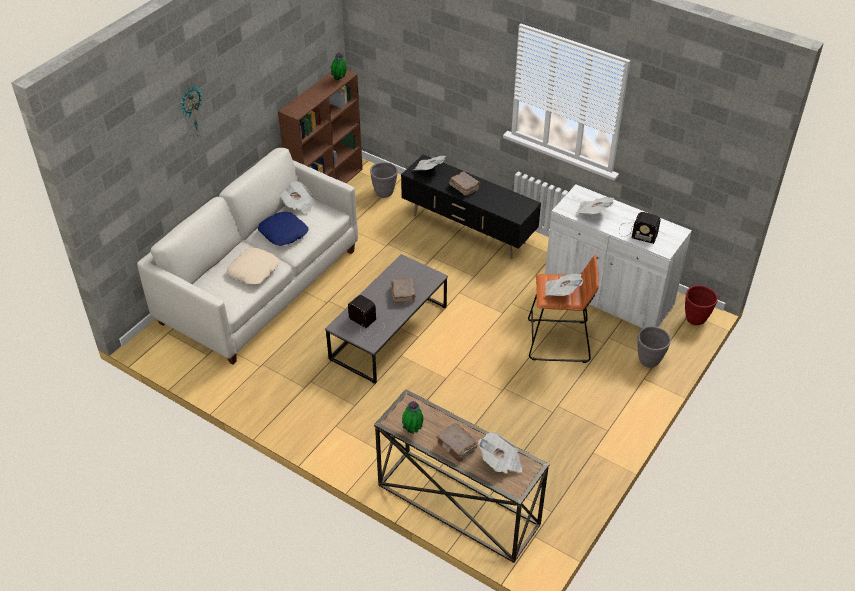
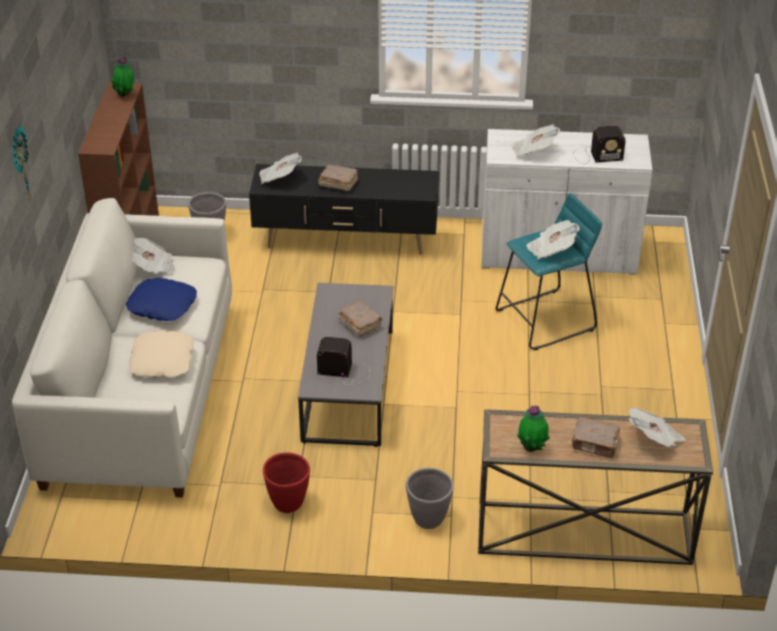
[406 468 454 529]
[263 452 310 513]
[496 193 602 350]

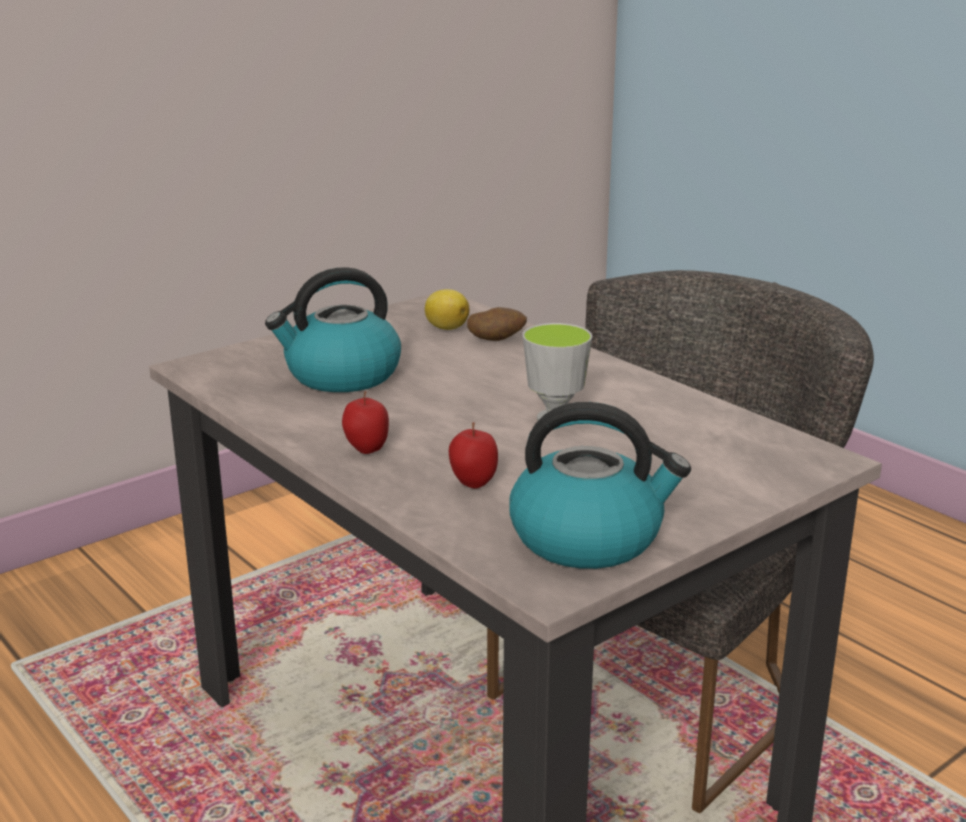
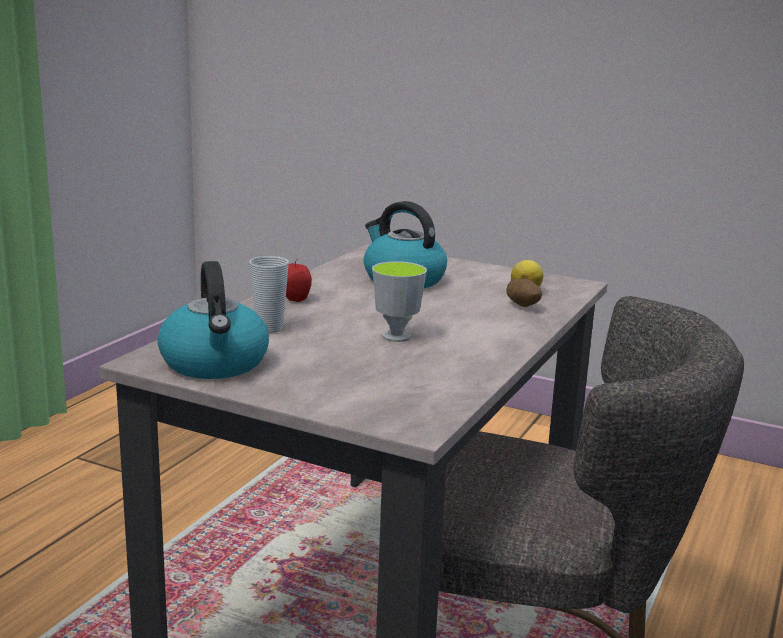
[250 256 289 333]

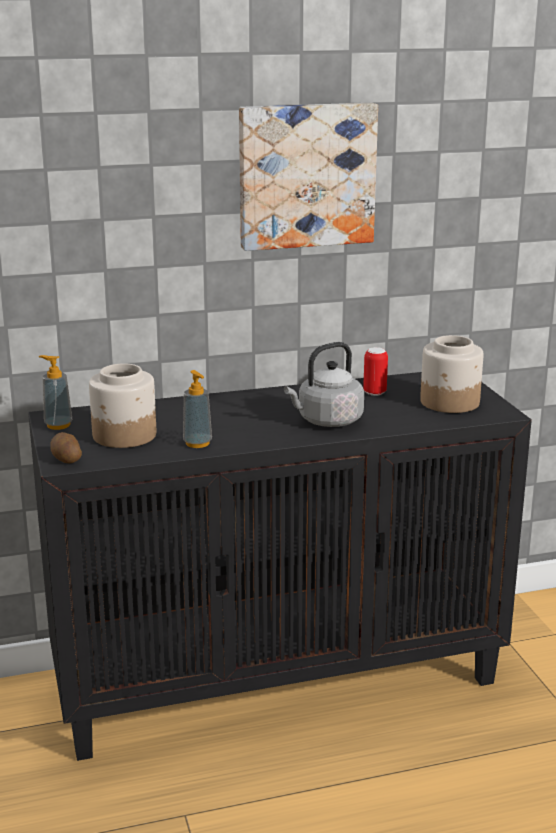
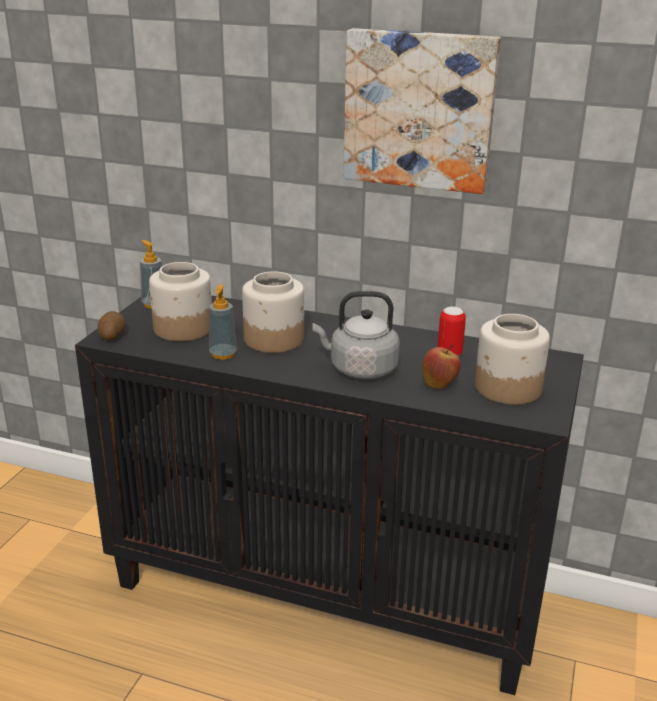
[242 271 304 353]
[422 345 461 389]

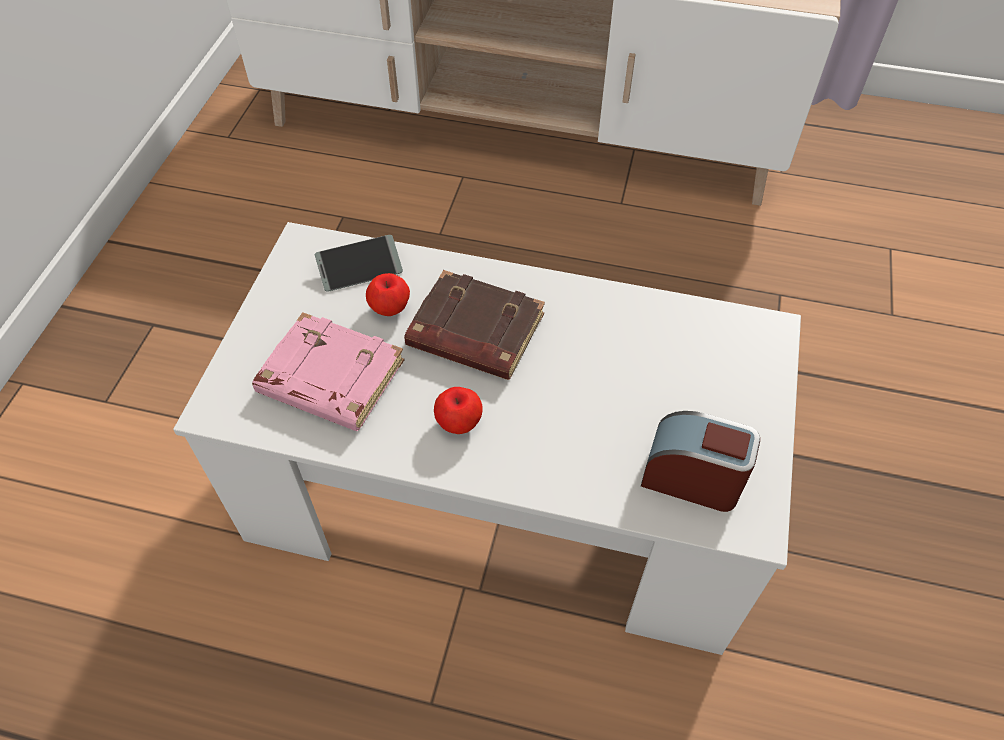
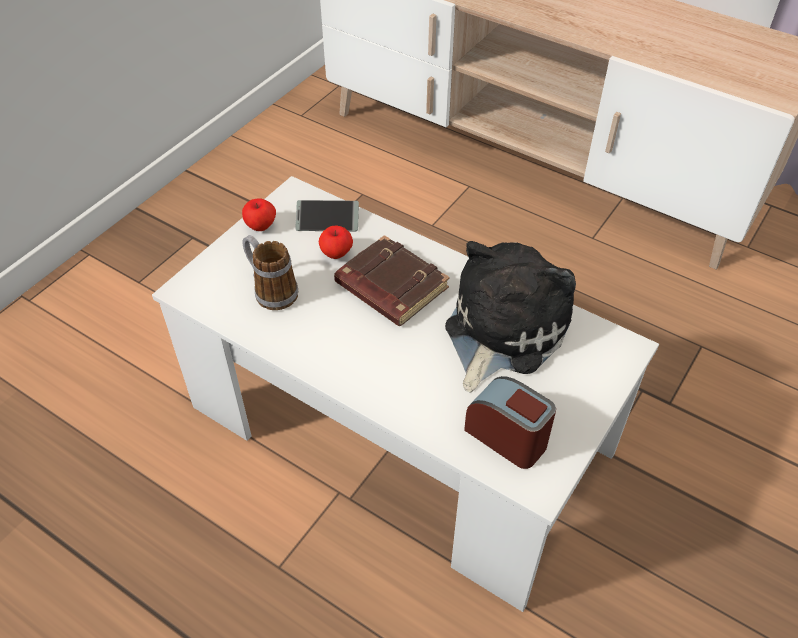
[445 241 576 393]
[242 198 276 231]
[242 235 298 310]

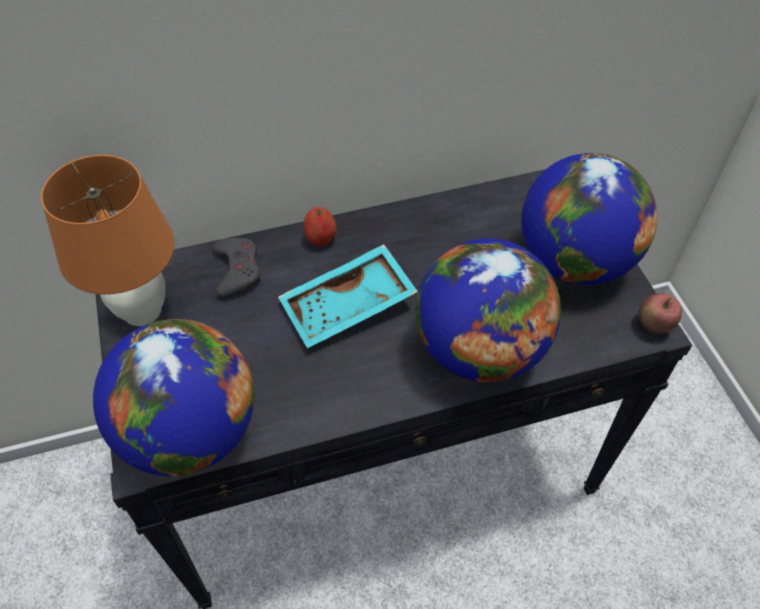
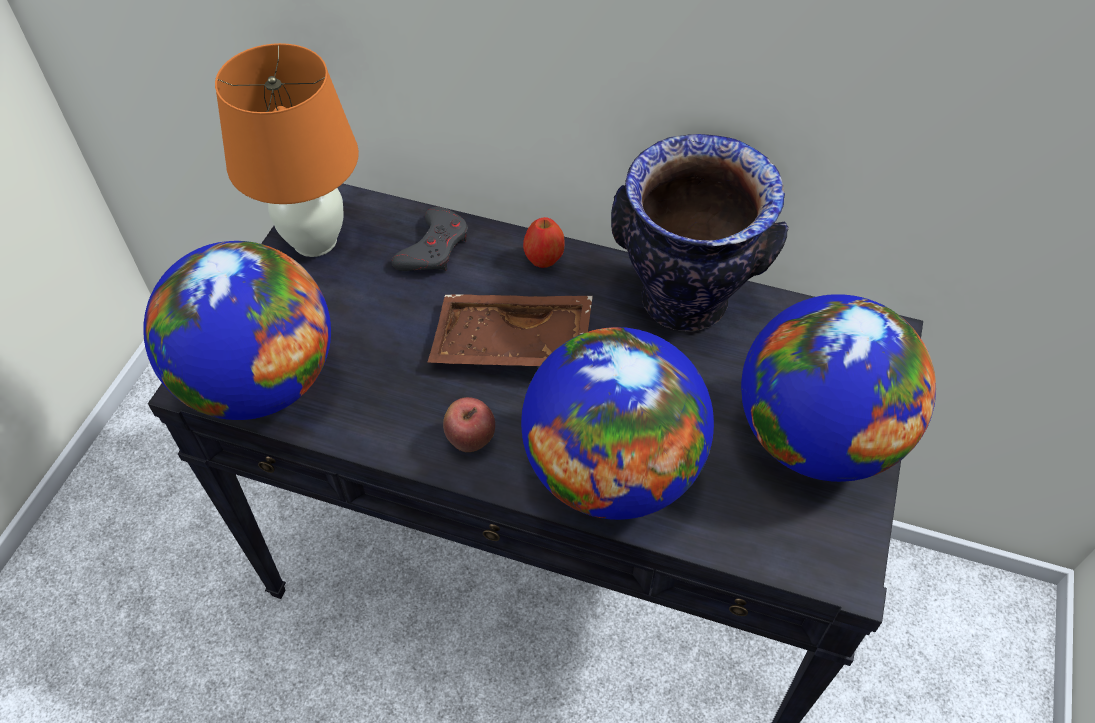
[611 134 789 331]
[443 397 495 452]
[427 294 593 366]

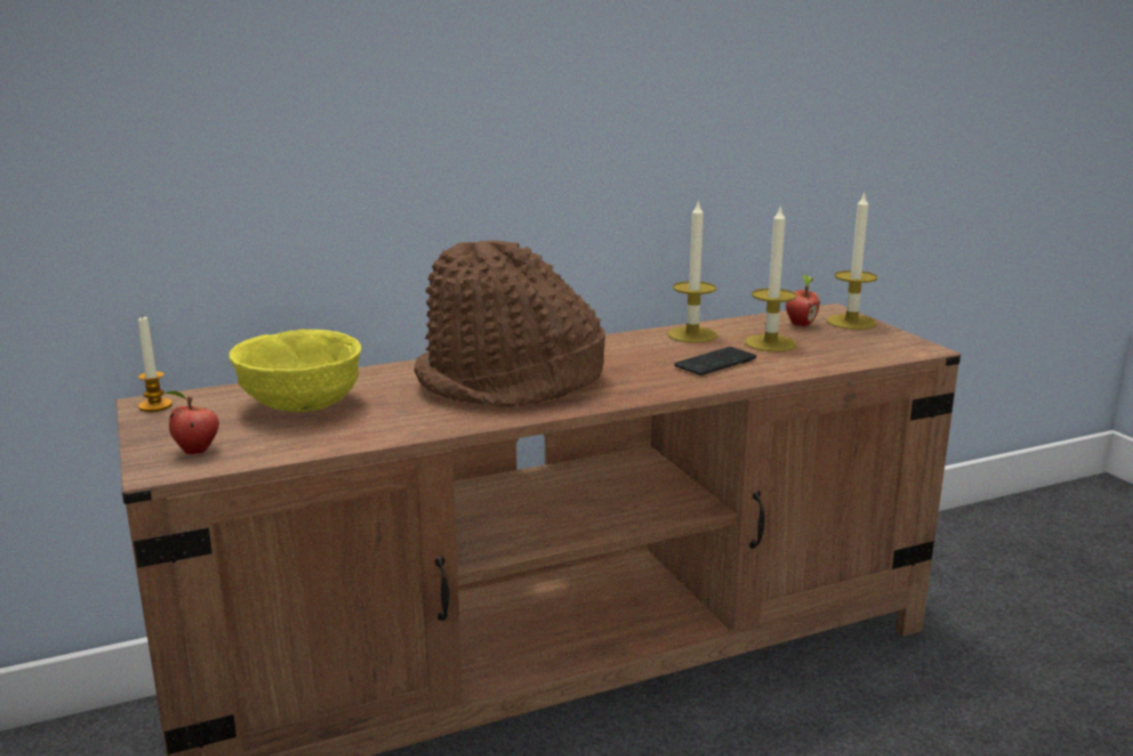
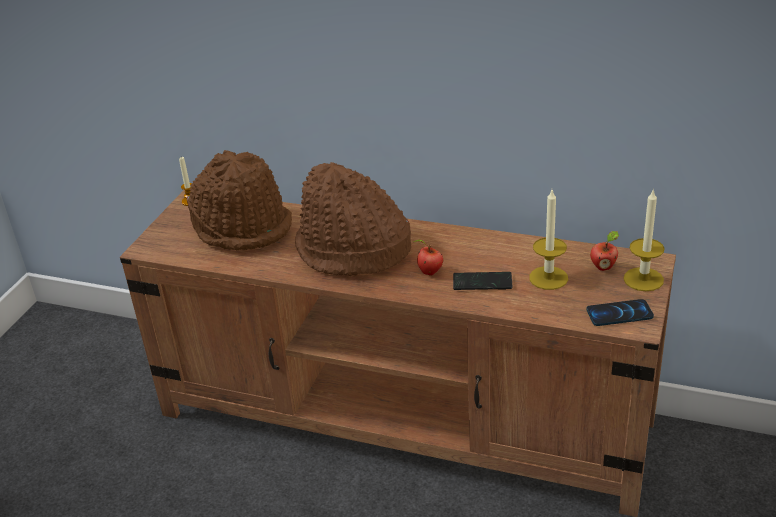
[667 199 718 343] (first image)
[586 299 654 326]
[414 240 443 276]
[187 150 292 250]

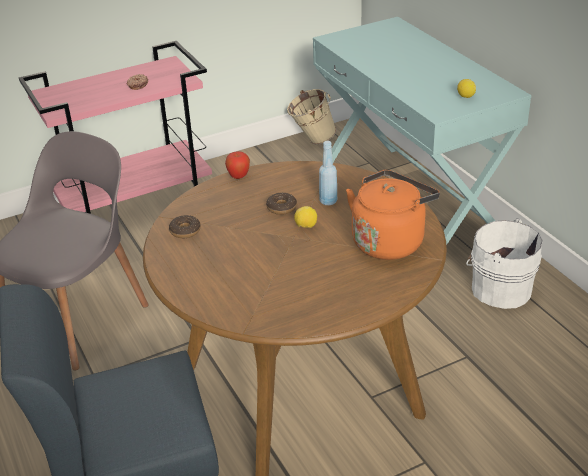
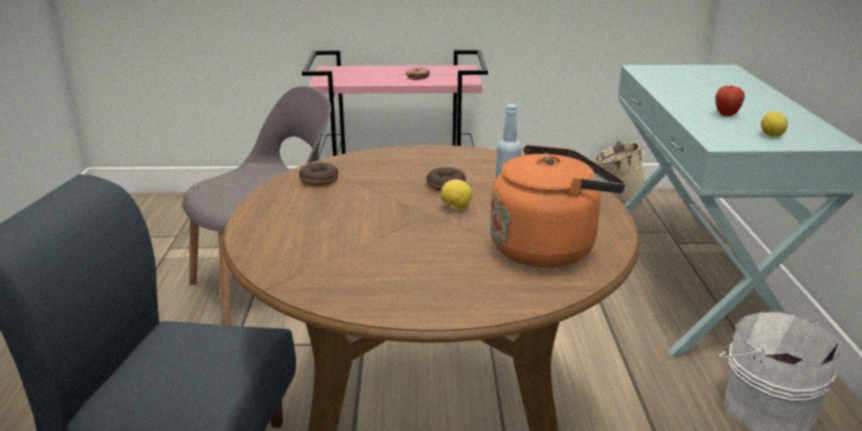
[716 85 745 116]

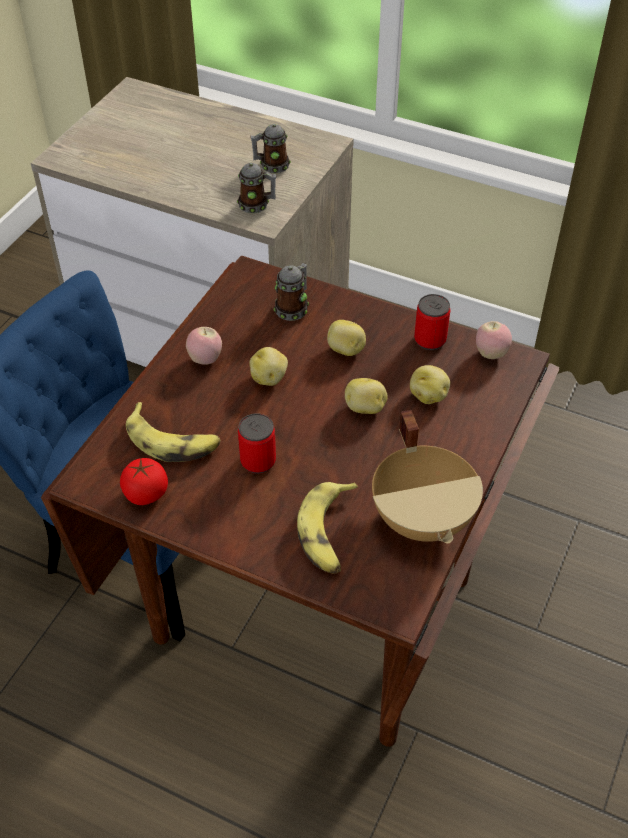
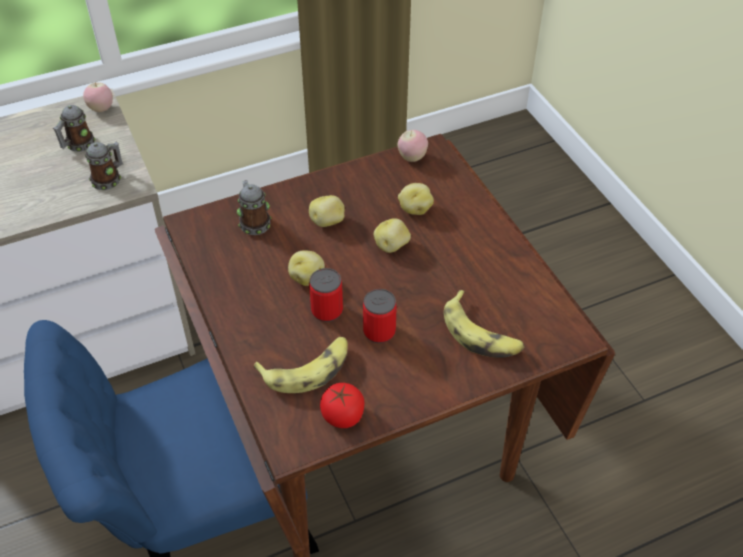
[372 410 483 544] (first image)
[83 82 113 112]
[309 268 343 322]

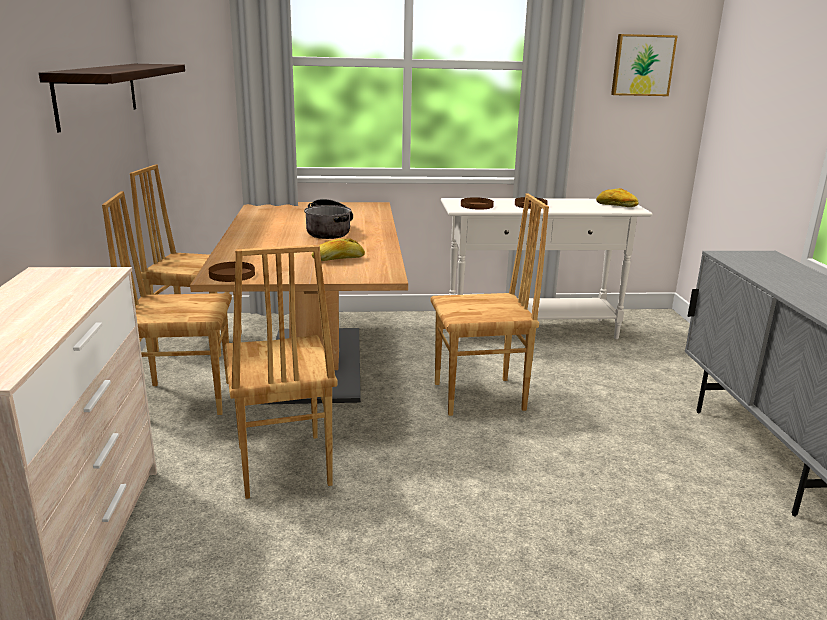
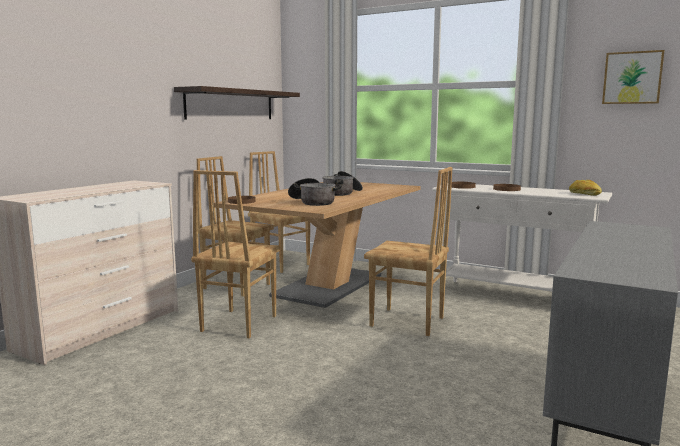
[288 178 342 206]

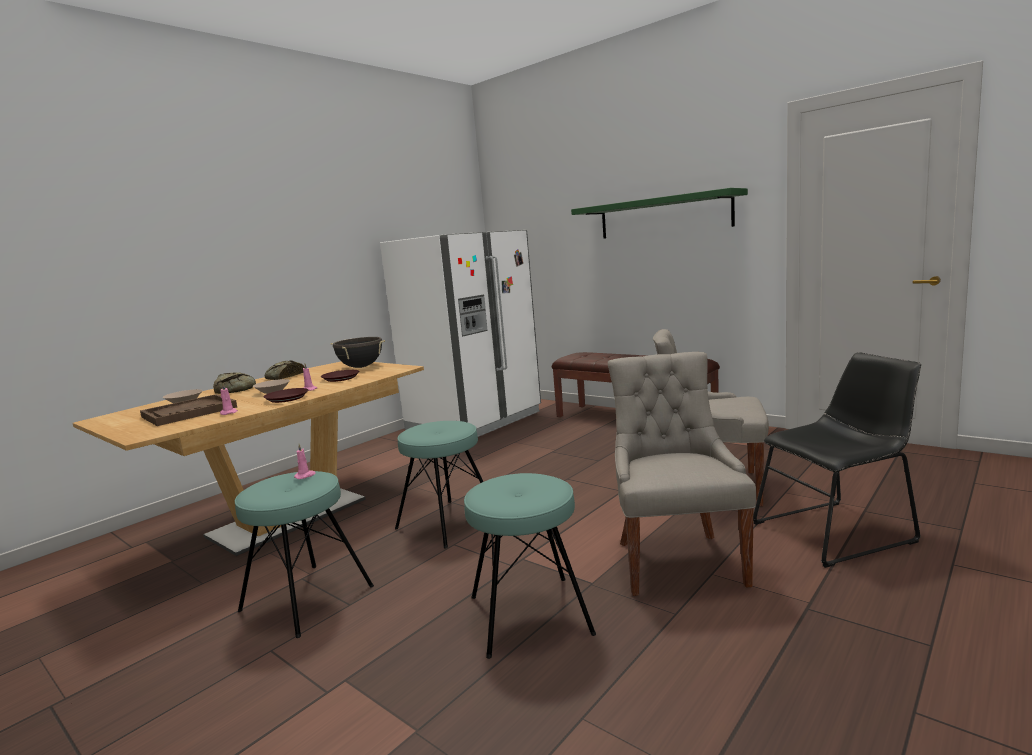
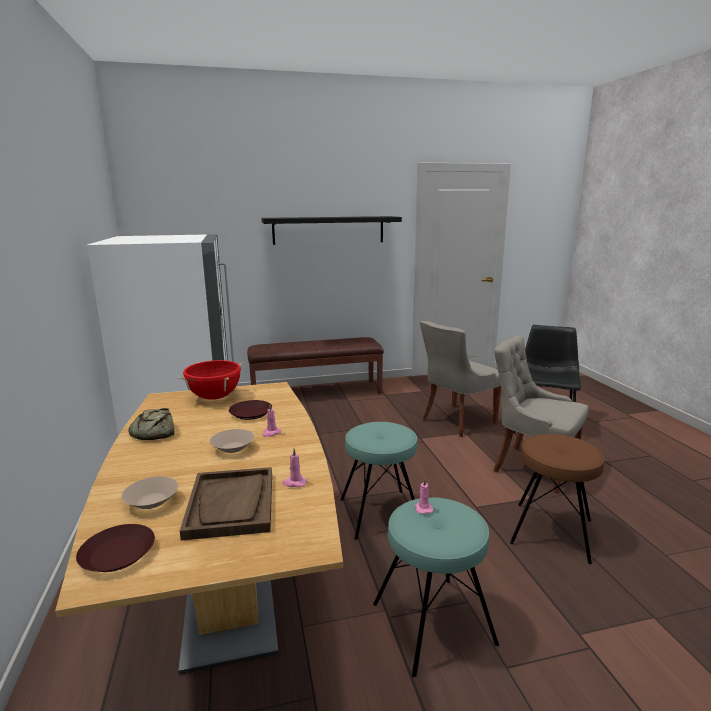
[213 372 256 394] (first image)
[76 524 155 572]
[178 360 244 400]
[510 434 605 564]
[261 216 402 245]

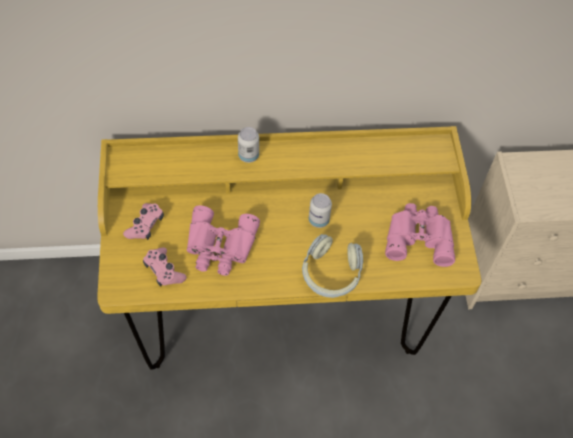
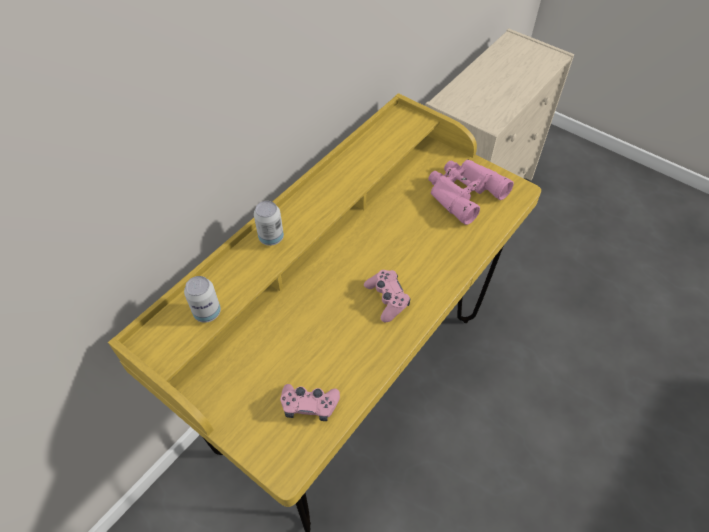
[187 205 260 276] (first image)
[302 234 363 298] (first image)
[364 270 410 322]
[184 276 221 323]

